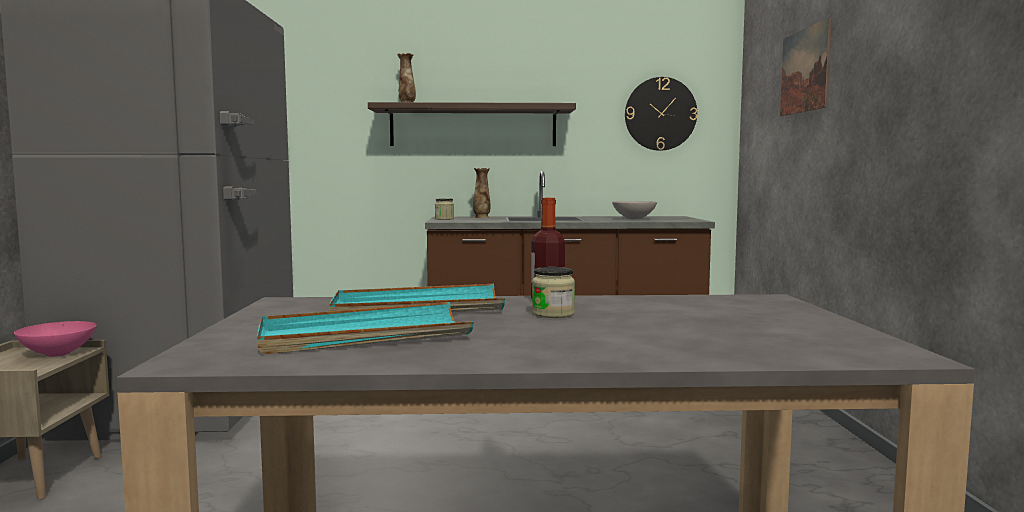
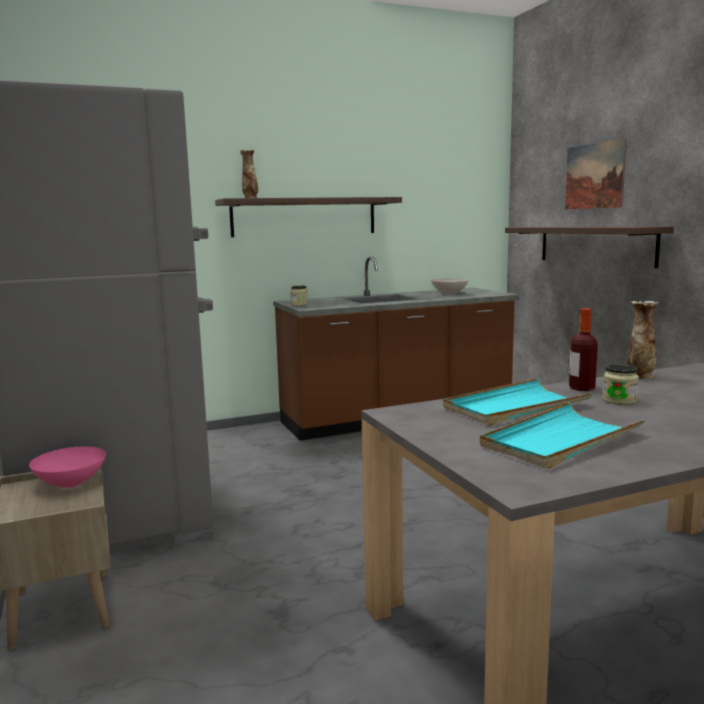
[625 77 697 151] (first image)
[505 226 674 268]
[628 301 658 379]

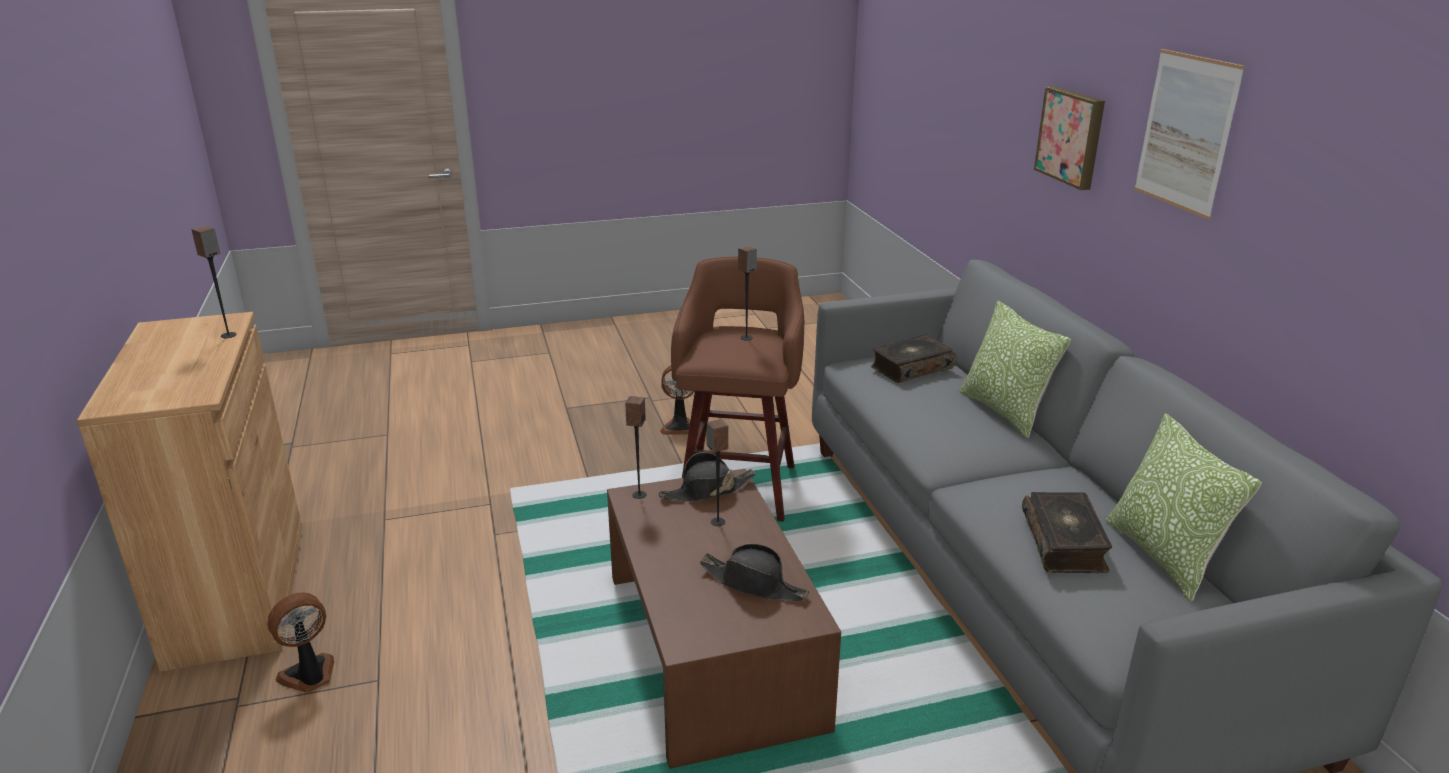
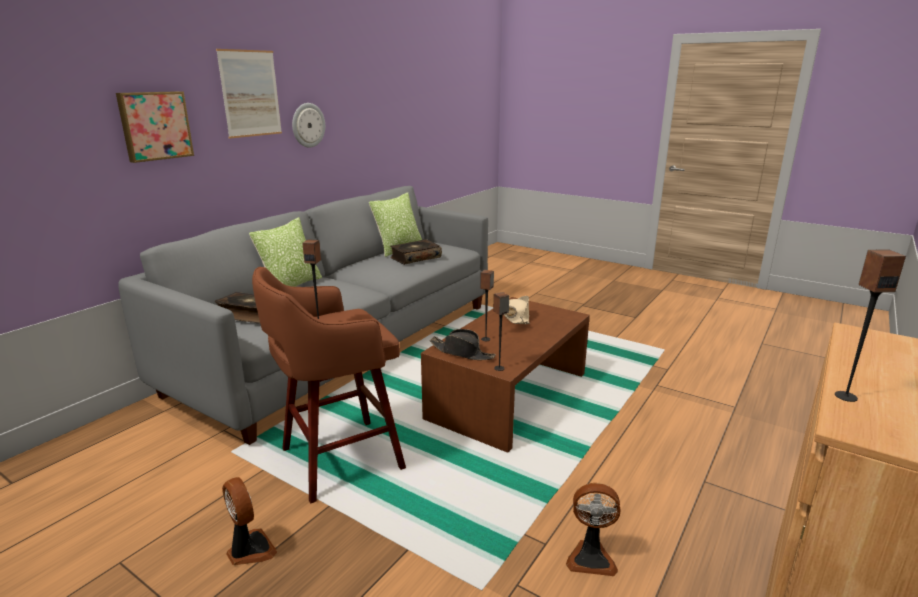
[292 103 325 148]
[566 483 621 576]
[504 296 530 324]

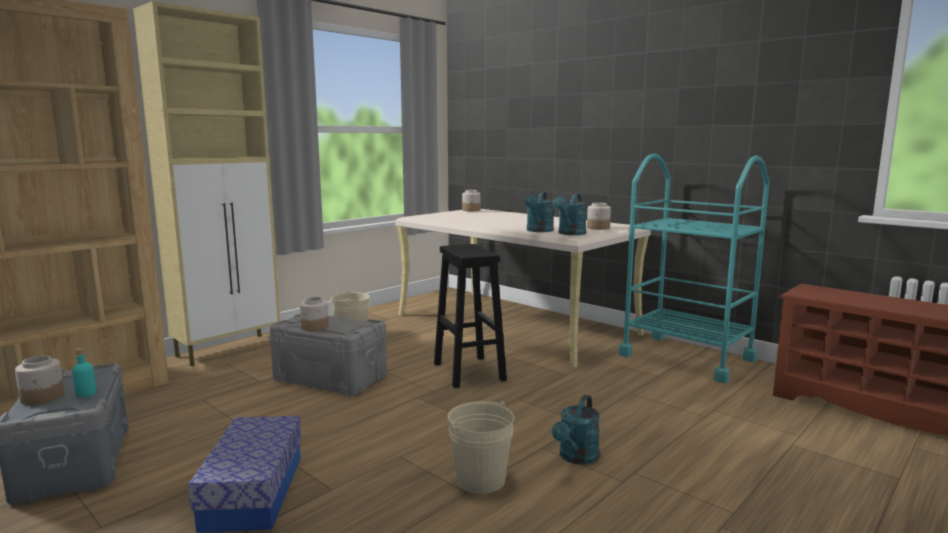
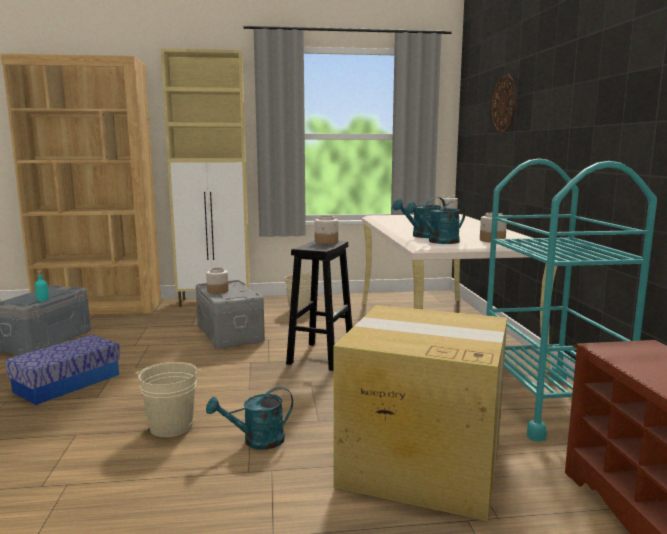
[333 305 507 521]
[491 74 516 132]
[315 216 338 244]

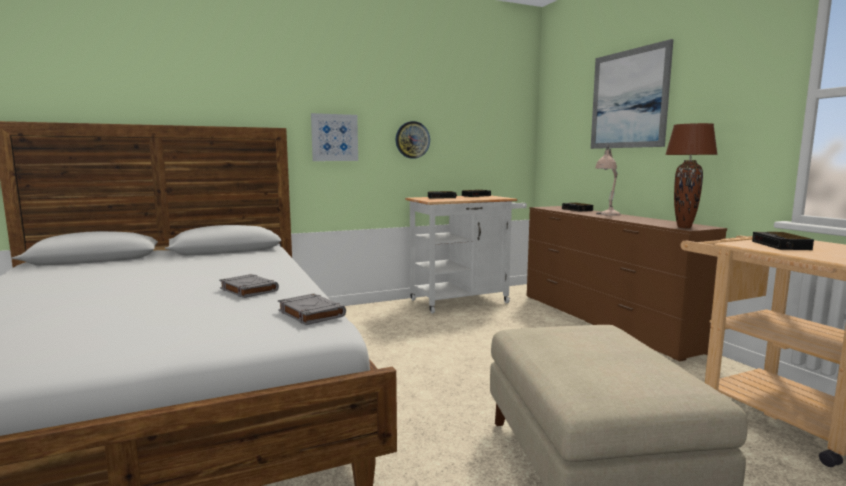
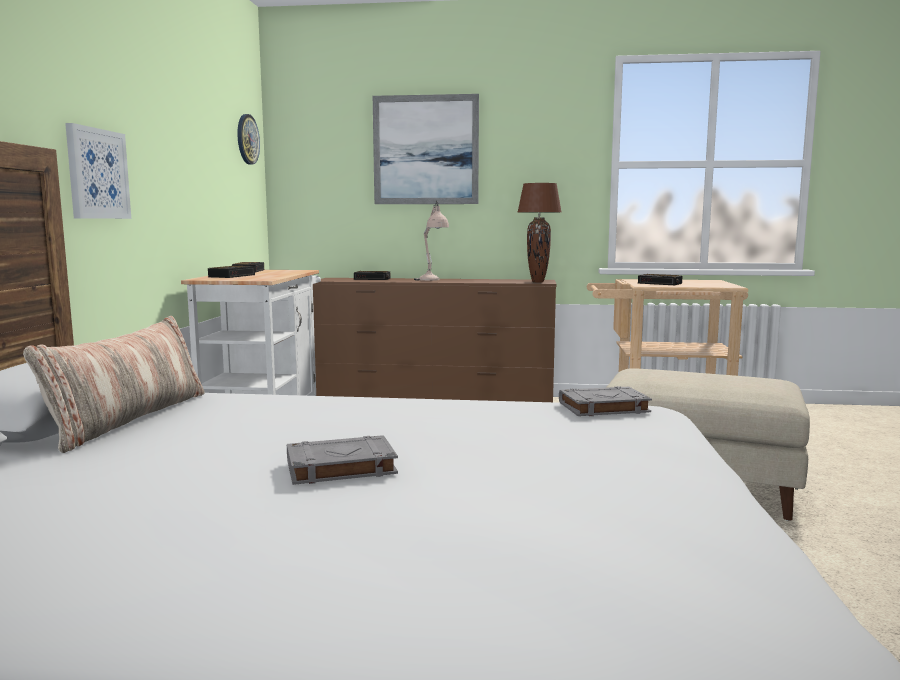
[23 316 205 453]
[287 435 398 485]
[237 114 260 165]

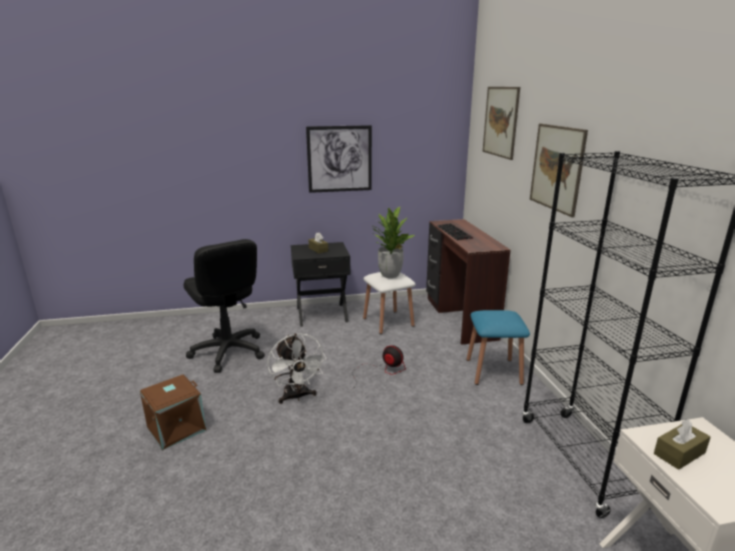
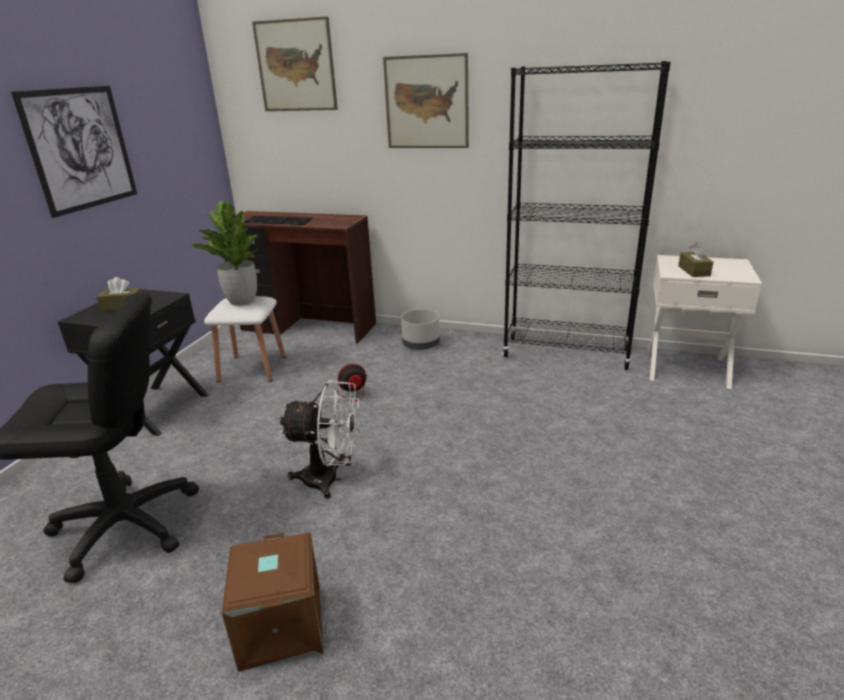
[401 309 440 350]

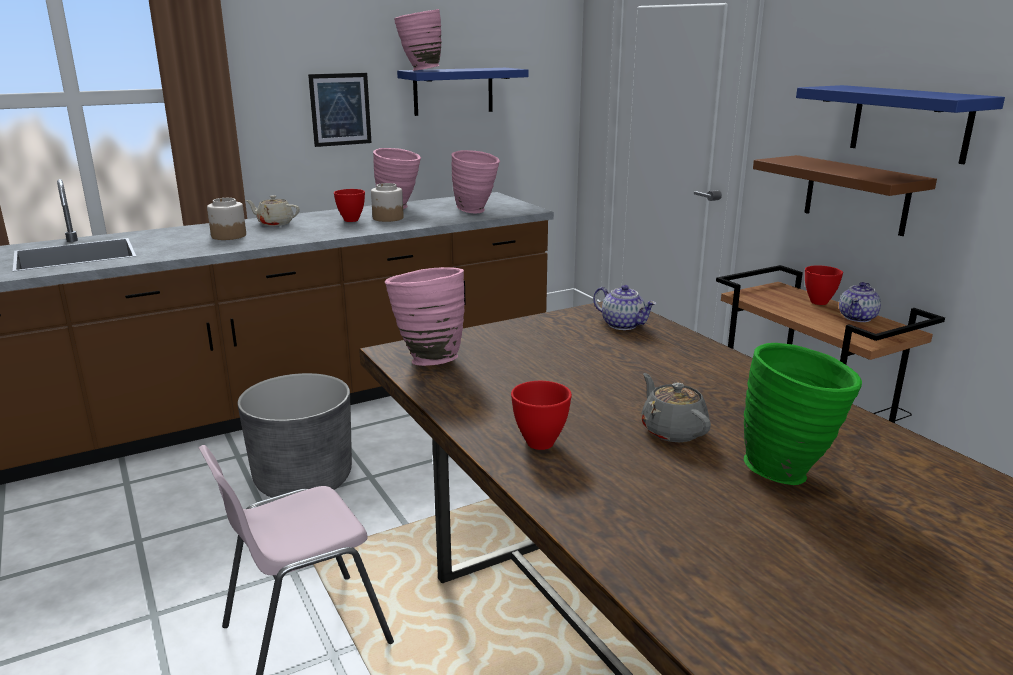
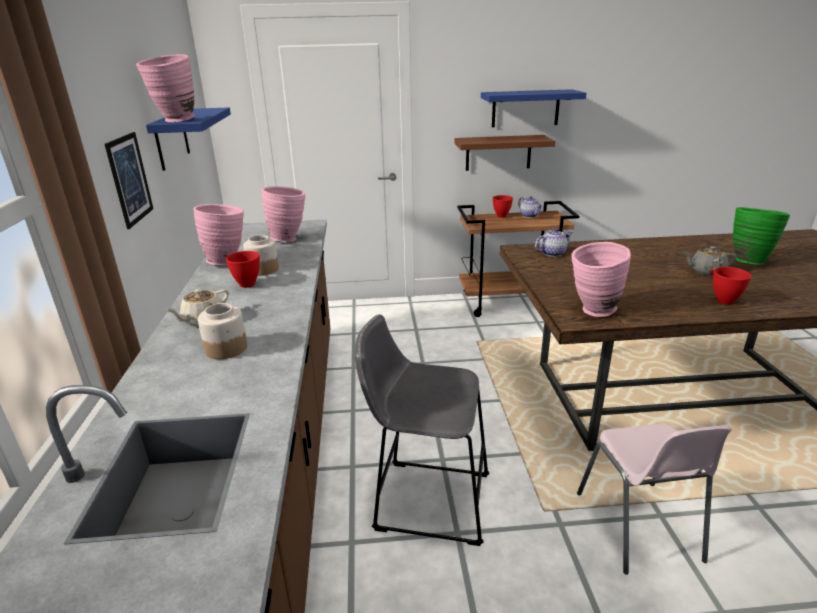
[354 314 489 546]

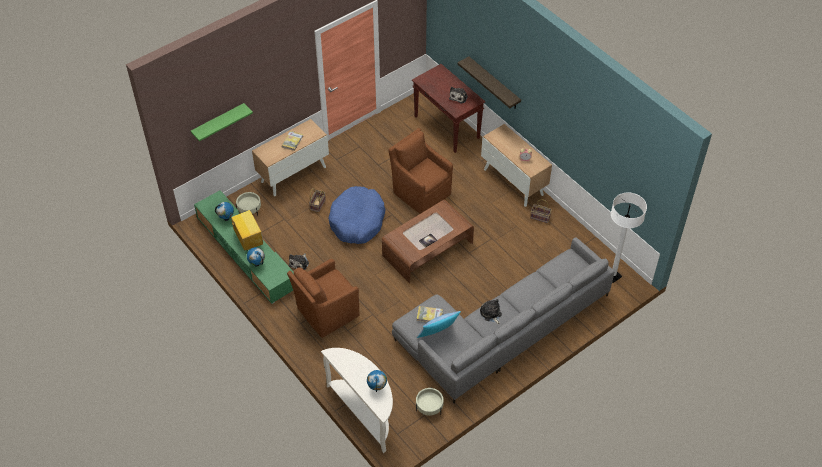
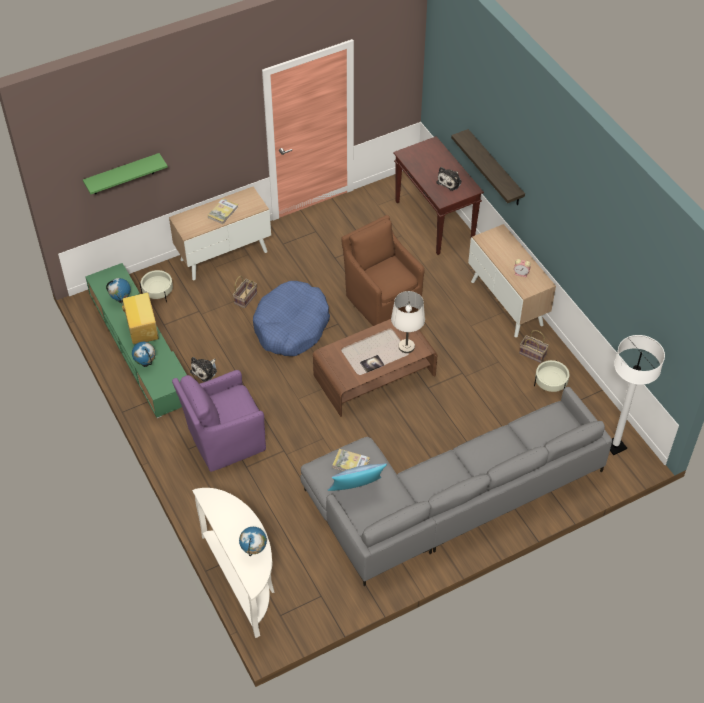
[480 299 502 325] (first image)
[391 291 425 353]
[534 360 569 392]
[172 370 266 472]

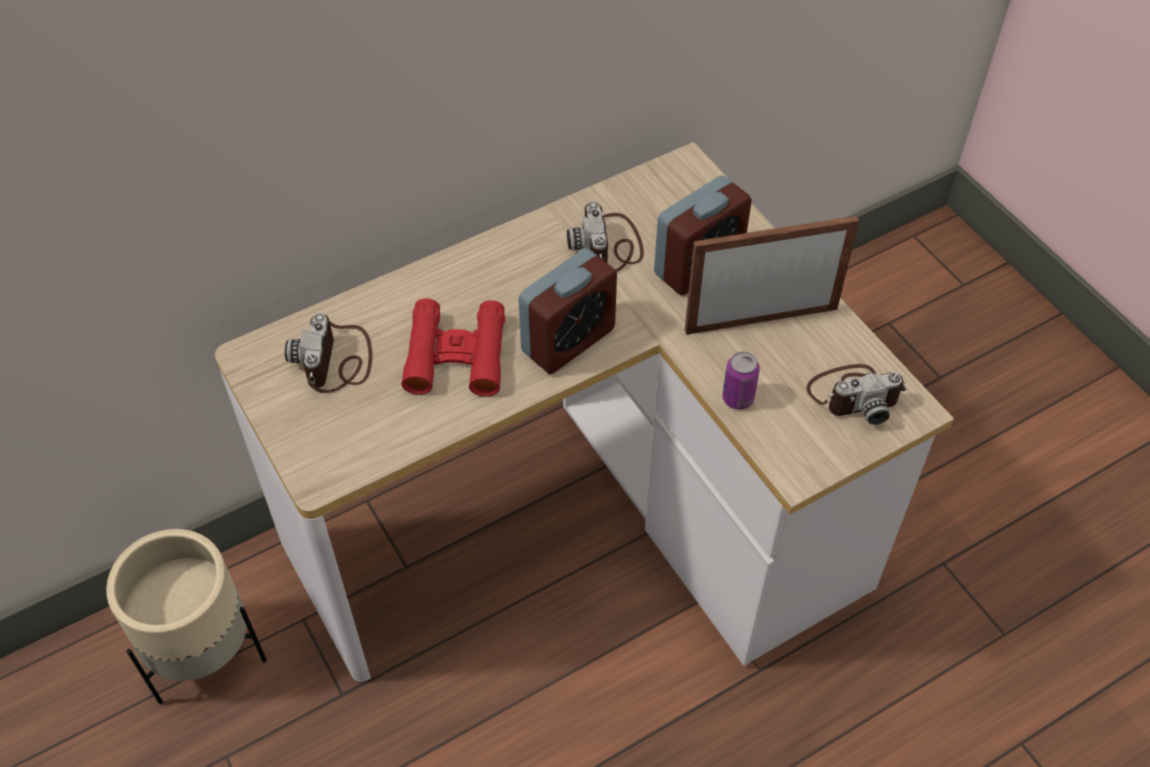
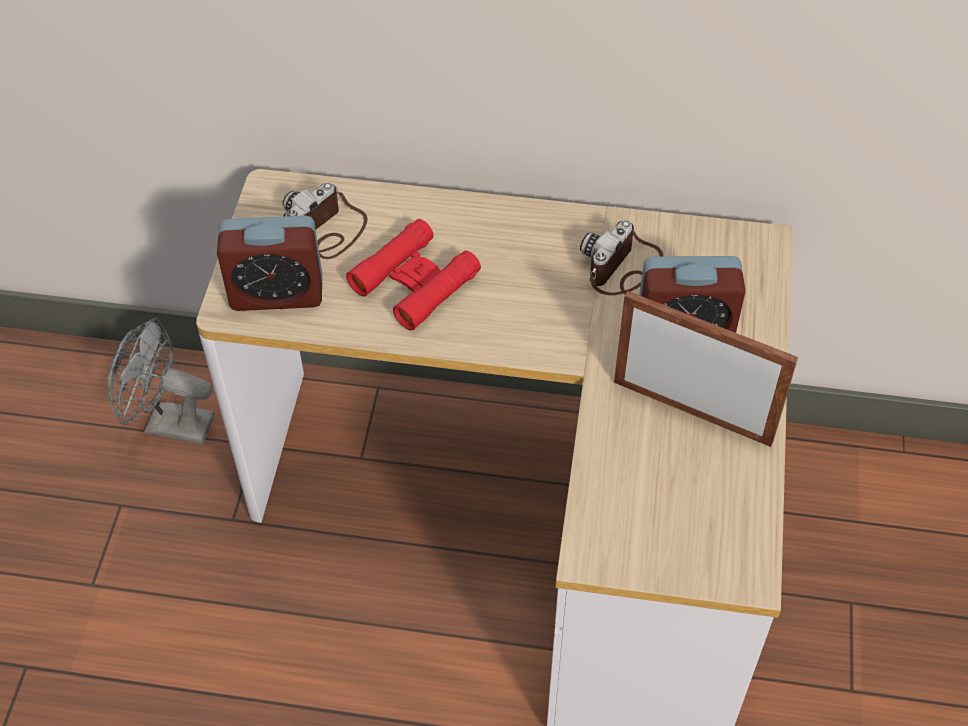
[722 352 760 410] (first image)
[806 364 906 425] (first image)
[217 216 322 311]
[107 318 215 445]

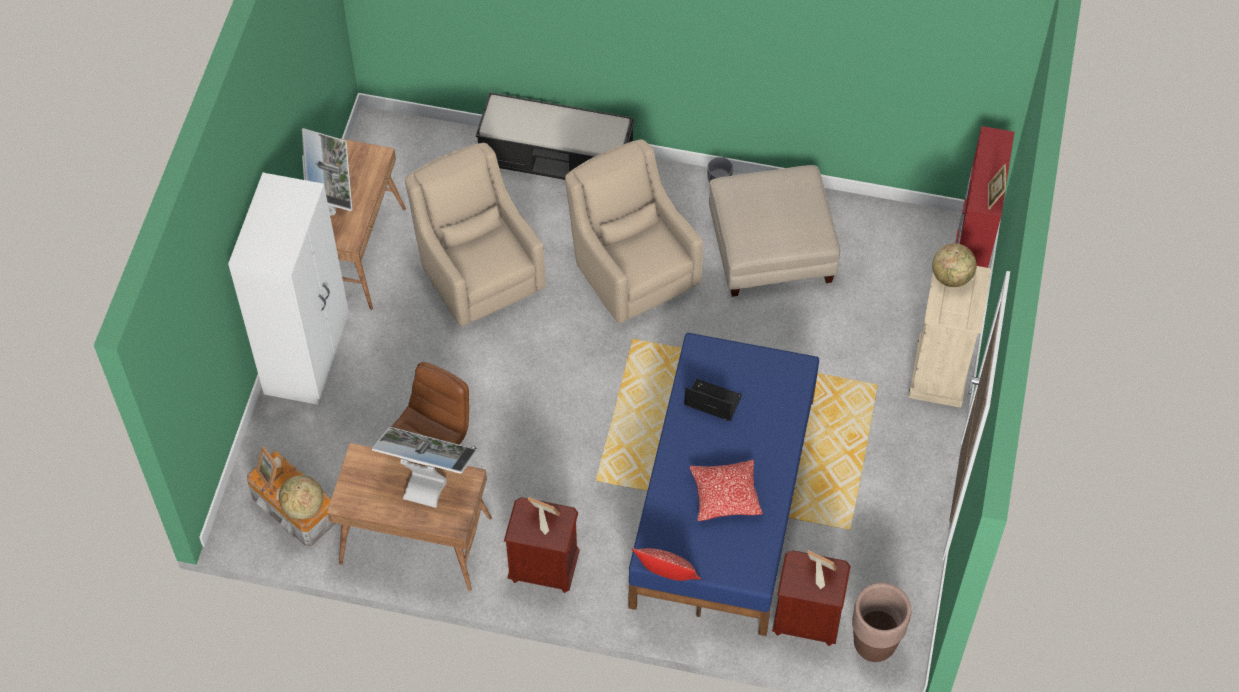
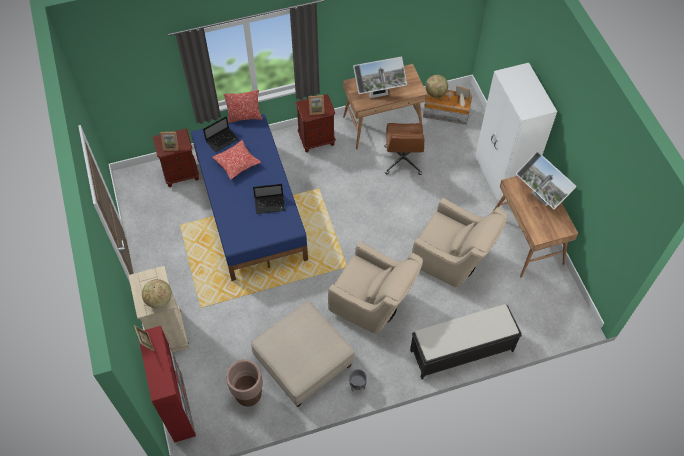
[203 116 239 153]
[226 359 263 407]

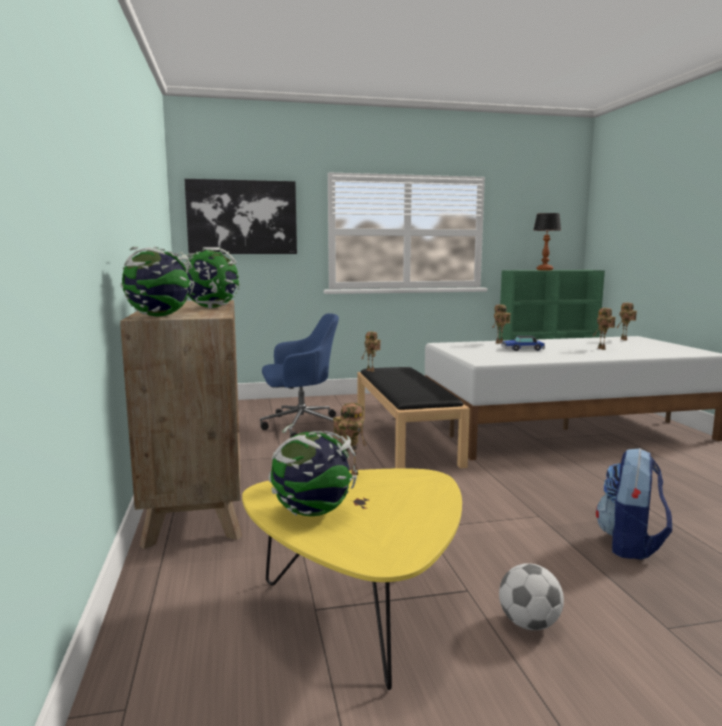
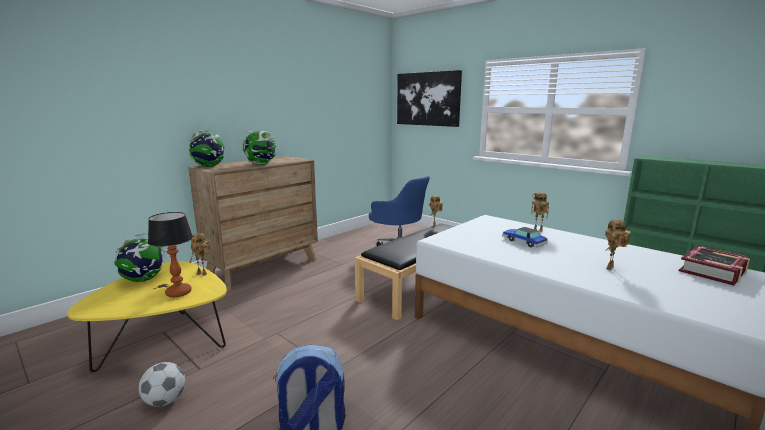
[148 212 193 297]
[679 246 750 286]

